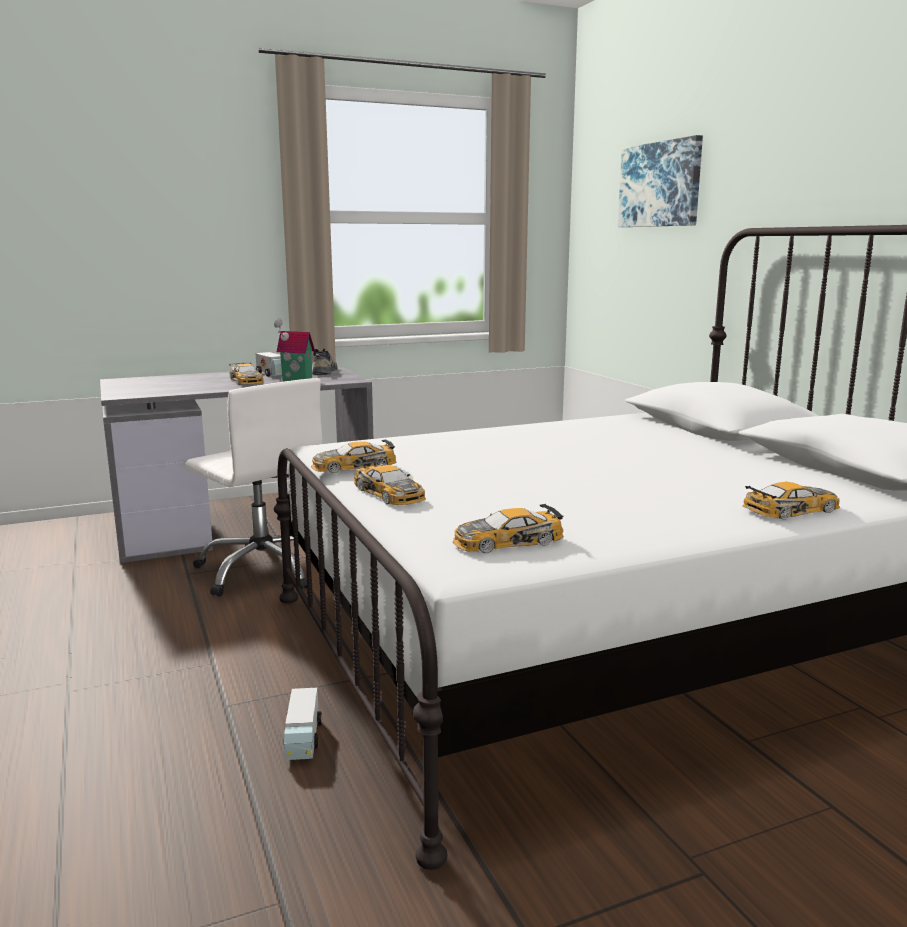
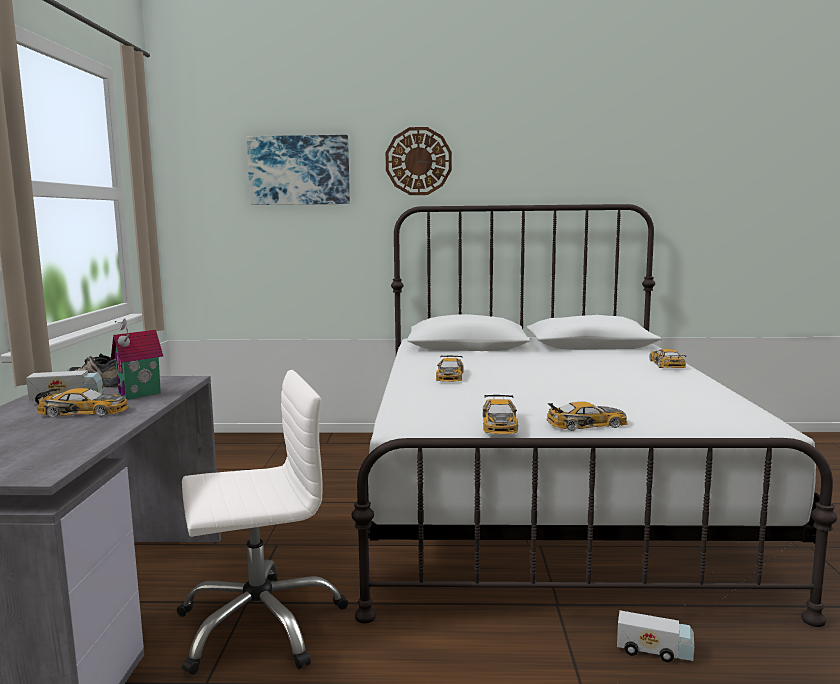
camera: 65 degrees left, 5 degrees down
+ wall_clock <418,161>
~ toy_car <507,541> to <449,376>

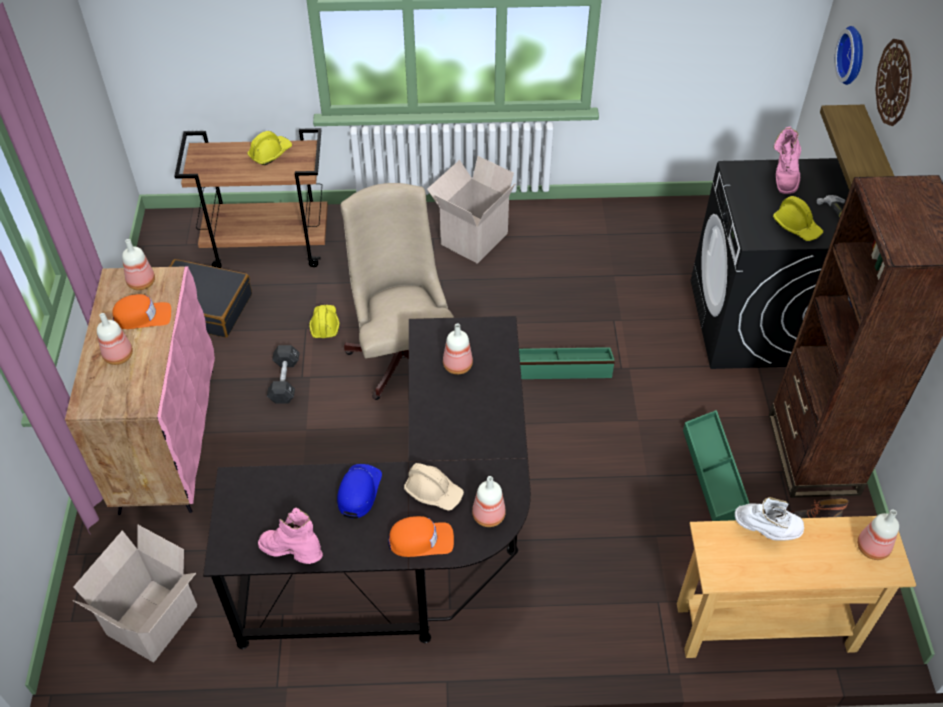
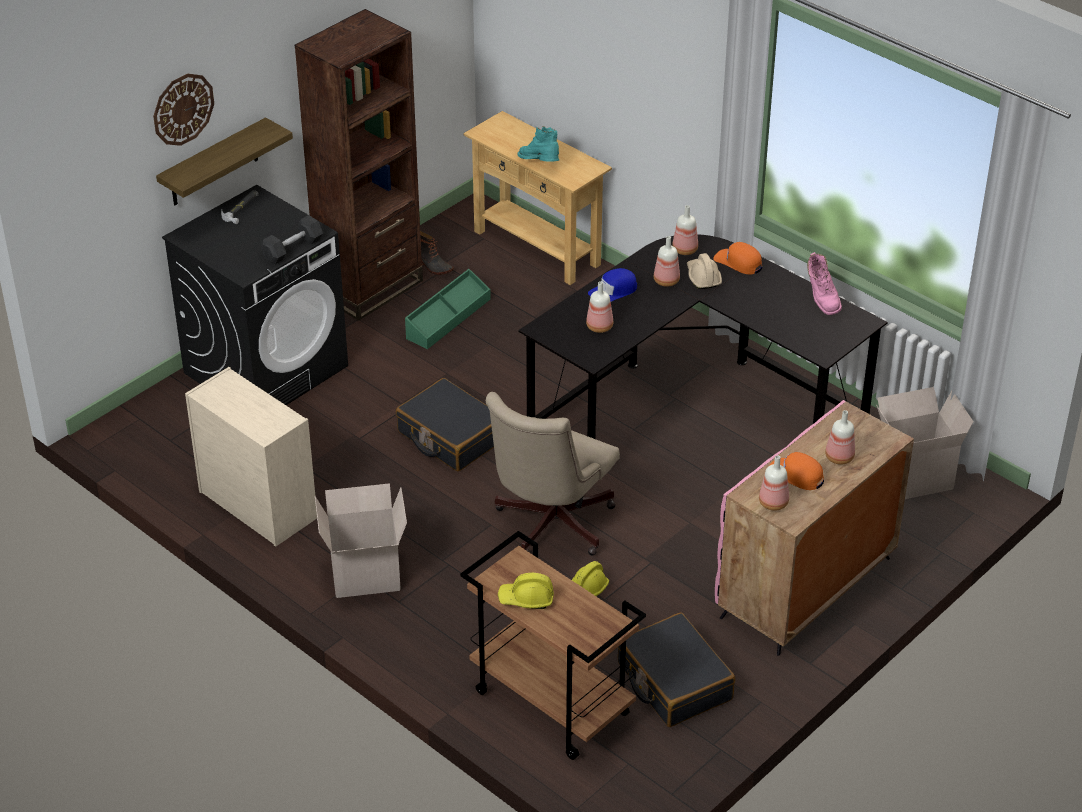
camera: 135 degrees left, 10 degrees down
+ beige_dresser <256,504>
~ black_dumbbell <285,381> to <292,249>
~ green_storage_box <558,368> to black_suitcase <450,436>
~ white_boot <766,531> to turquoise_boot <540,165>
~ blue_cap <359,491> to <613,291>
~ bottle <871,547> to <667,281>
- yellow_hard_hat <796,227>
- pink_boot <784,176>
- wall_clock <854,55>

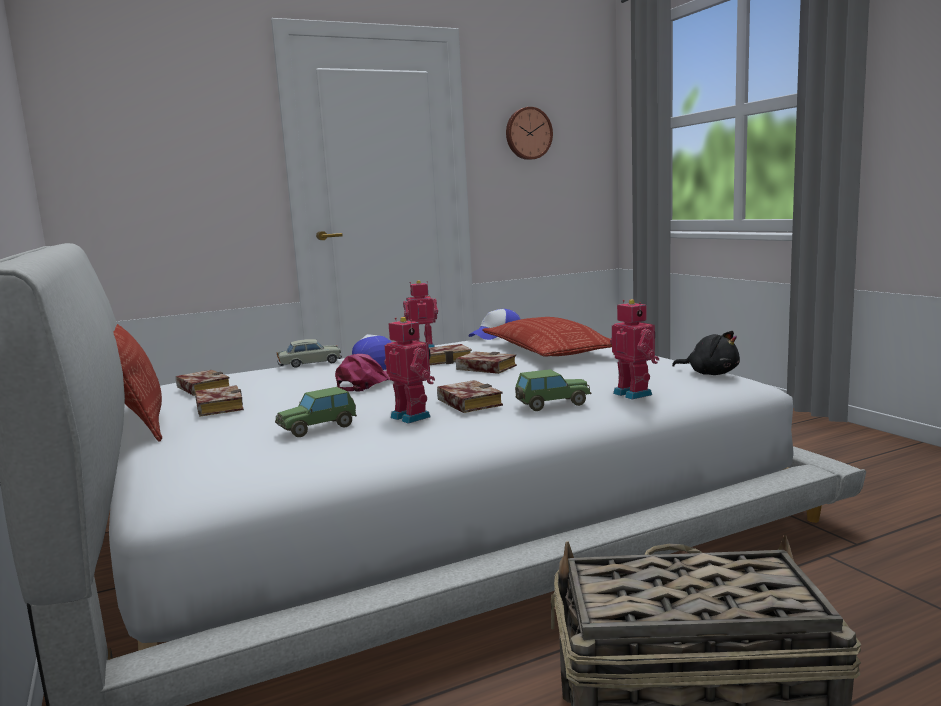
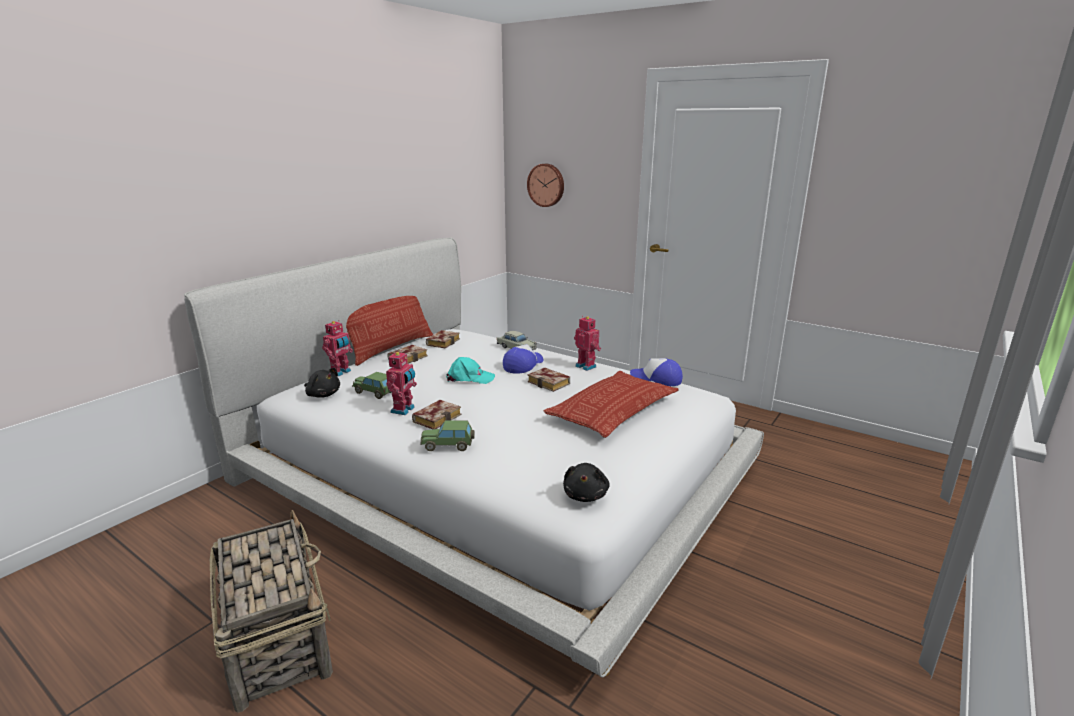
camera: 60 degrees right, 10 degrees up
+ black_plush_toy <323,394>
~ toy_robot <634,393> to <341,372>
~ toy_car <551,404> = <448,445> 135 degrees clockwise
~ pink_cap <366,384> to turquoise_cap <469,378>
~ wall_clock <528,133> to <546,185>
- book <483,368>

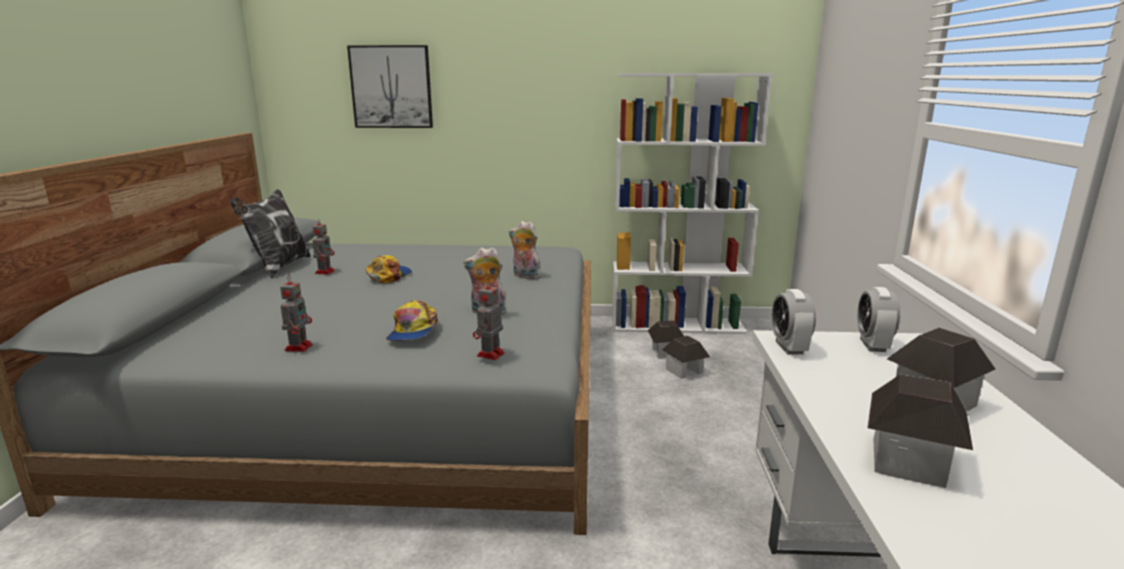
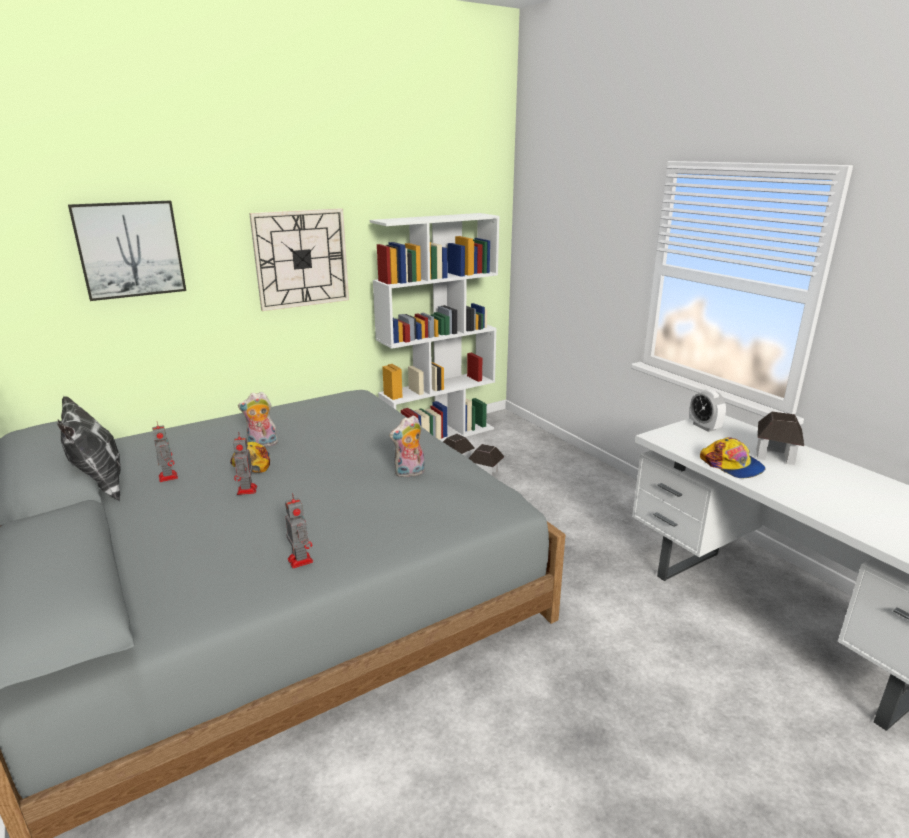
camera: 35 degrees left, 5 degrees up
~ toy_robot <490,355> to <247,491>
~ plush_toy <525,276> to <262,444>
+ wall_clock <301,259>
~ cap <413,331> to <732,465>
- alarm_clock <789,347>
- toy_house <909,462>

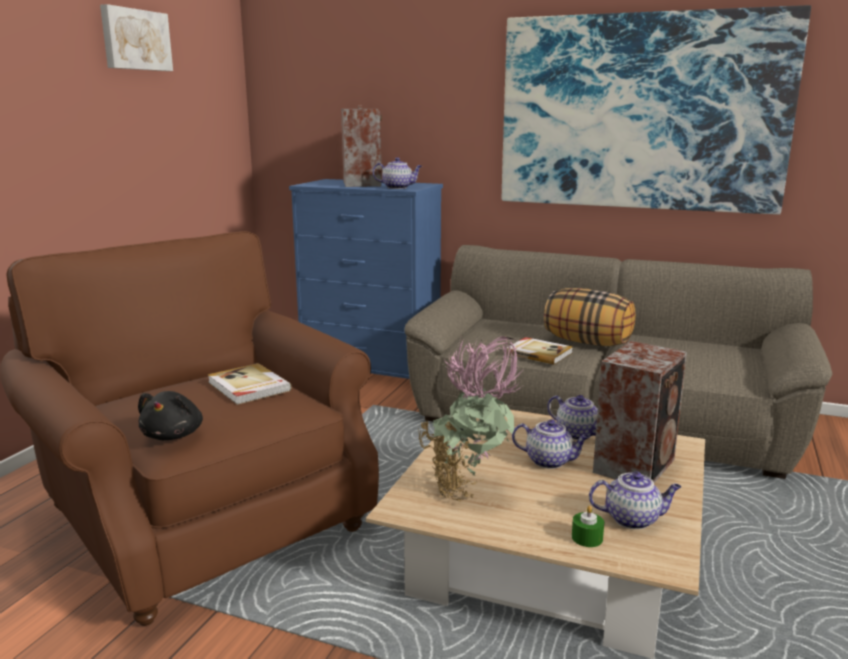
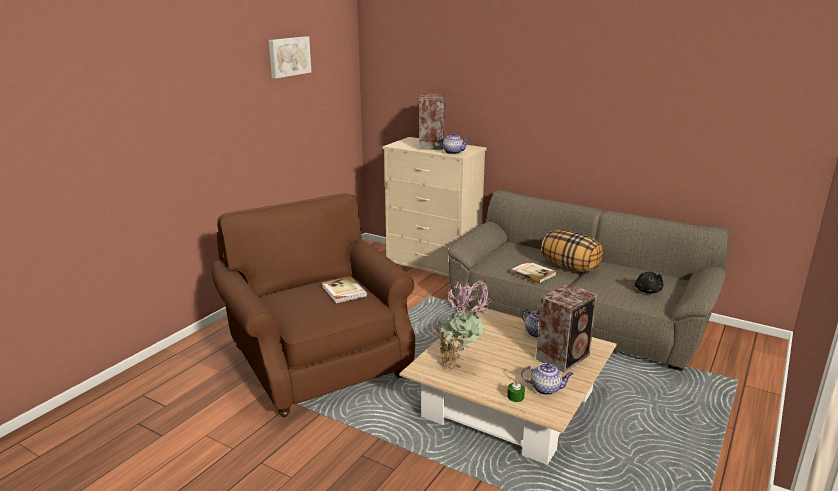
camera: 10 degrees right, 5 degrees up
~ blue_dresser <372,369> to beige_dresser <433,267>
~ black_plush_toy <174,435> to <648,291>
- picture <641,113>
- teapot <550,461>

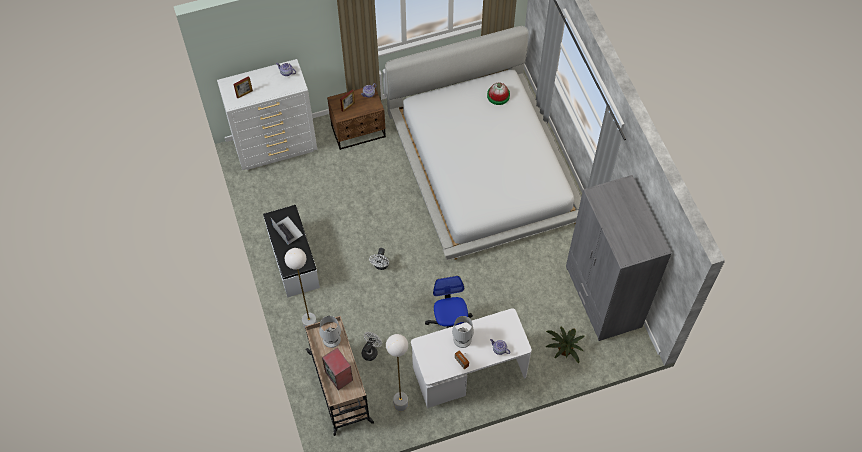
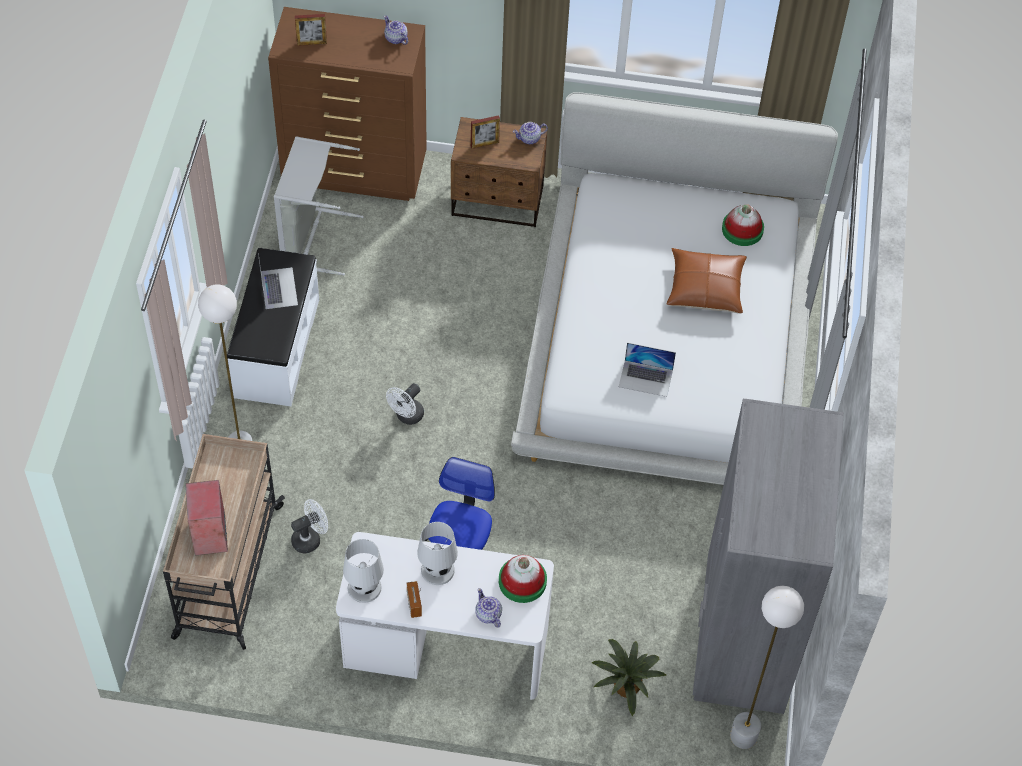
camera: 25 degrees right, 5 degrees down
~ white_dresser <276,148> to brown_dresser <355,172>
+ grey_laundry_basket <312,239>
~ white_table_lamp <331,339> to <364,587>
+ hat <522,581>
+ laptop <646,378>
+ brown_pillow <705,288>
~ white_floor_lamp <400,404> to <743,736>

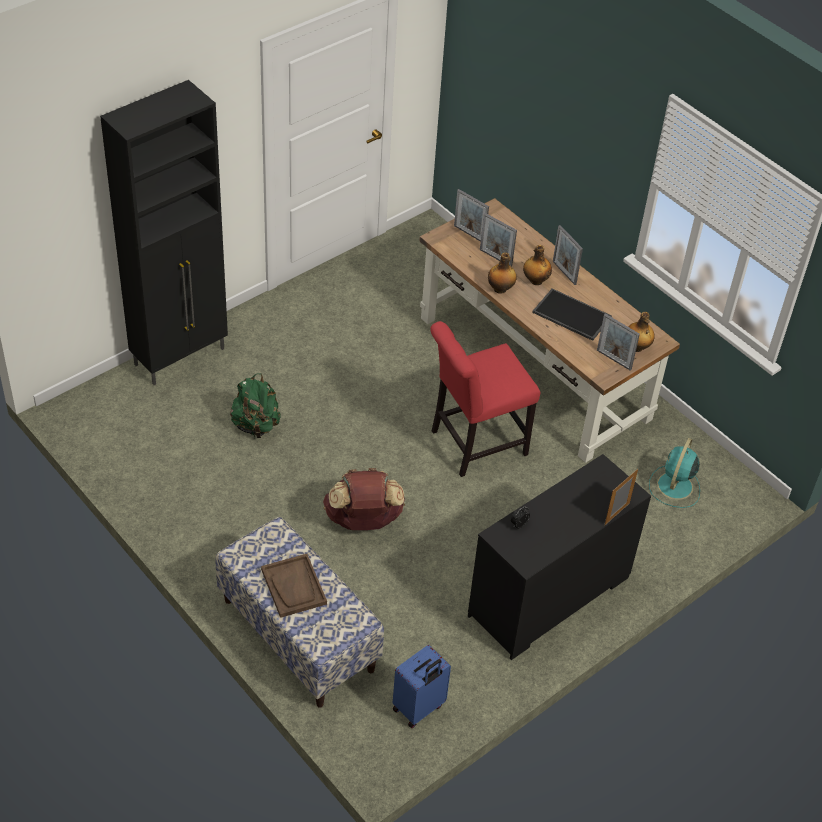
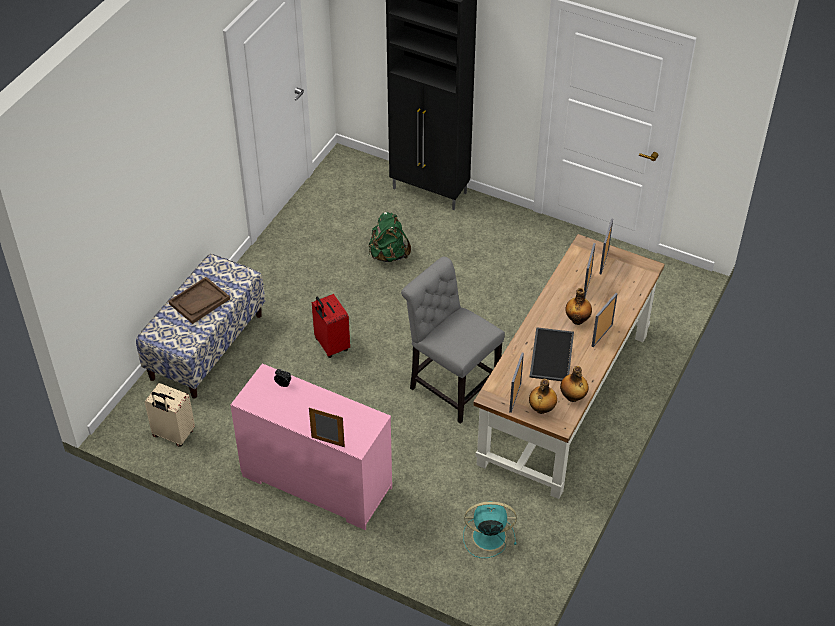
camera: 70 degrees right, 0 degrees up
~ blue_suitcase <419,708> to beige_suitcase <173,435>
~ black_dresser <549,598> to pink_dresser <316,482>
~ brown_backpack <363,521> to red_suitcase <331,345>
~ red_chair <474,444> to grey_chair <450,385>
~ bottle <500,289> to <572,397>

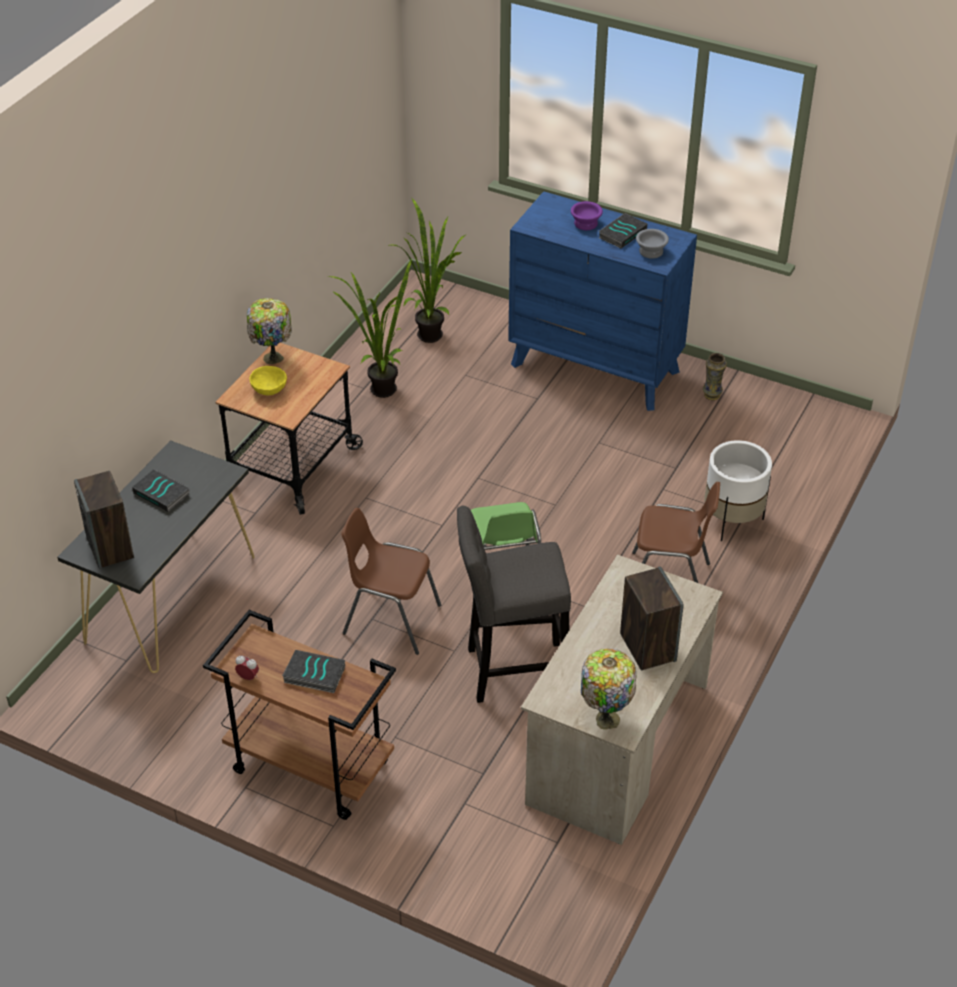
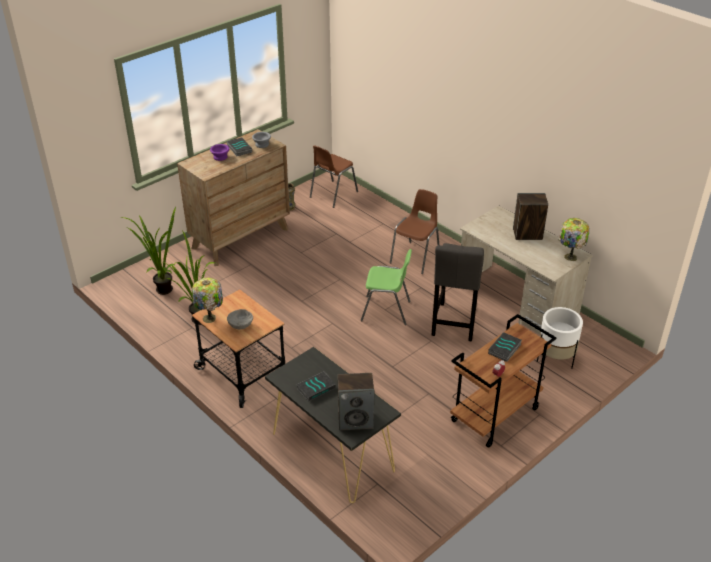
camera: 70 degrees left, 5 degrees down
~ blue_dresser <595,368> to brown_dresser <240,238>
~ yellow_bowl <270,390> to grey_bowl <241,325>
~ brown_chair <391,619> to <333,194>
~ white_planter <732,520> to <555,358>

